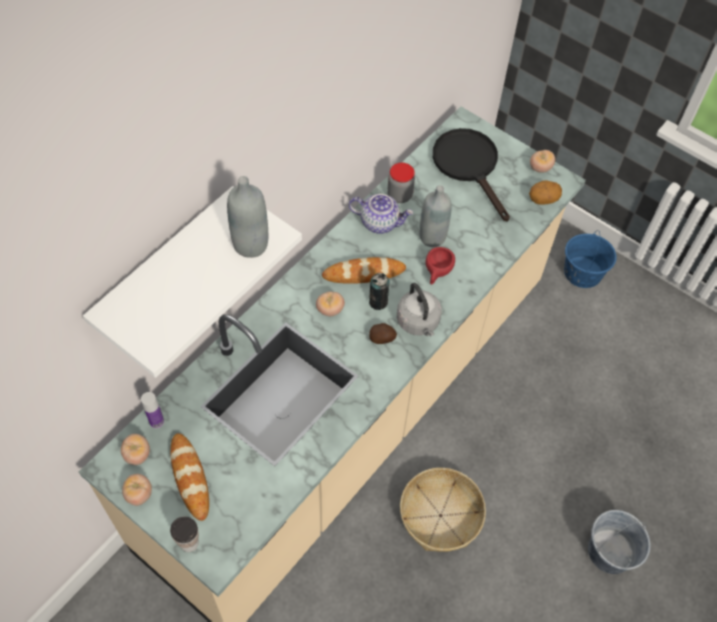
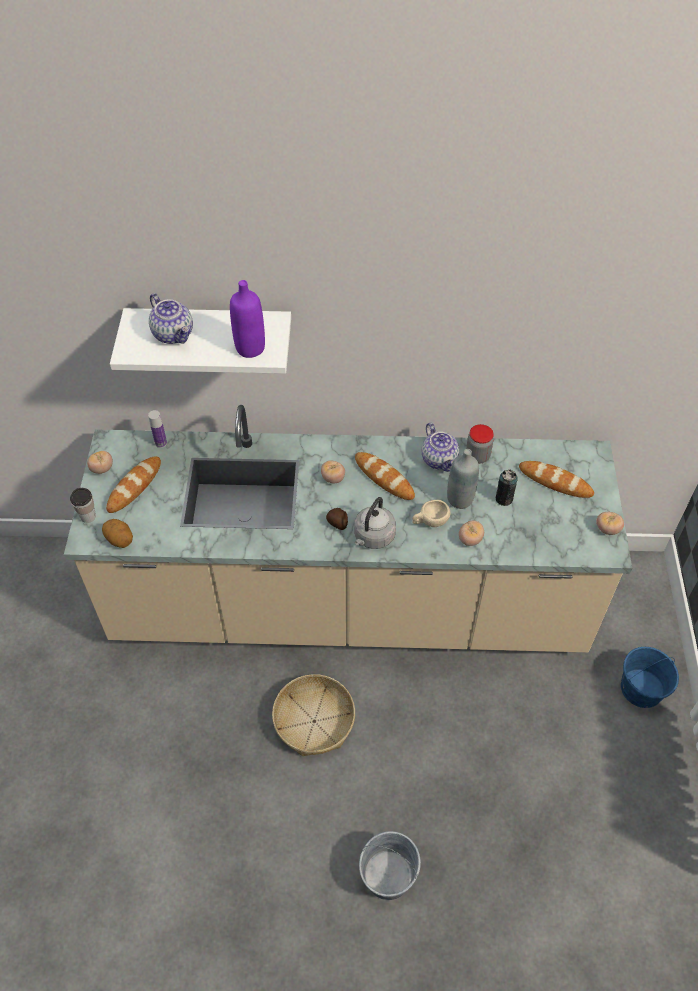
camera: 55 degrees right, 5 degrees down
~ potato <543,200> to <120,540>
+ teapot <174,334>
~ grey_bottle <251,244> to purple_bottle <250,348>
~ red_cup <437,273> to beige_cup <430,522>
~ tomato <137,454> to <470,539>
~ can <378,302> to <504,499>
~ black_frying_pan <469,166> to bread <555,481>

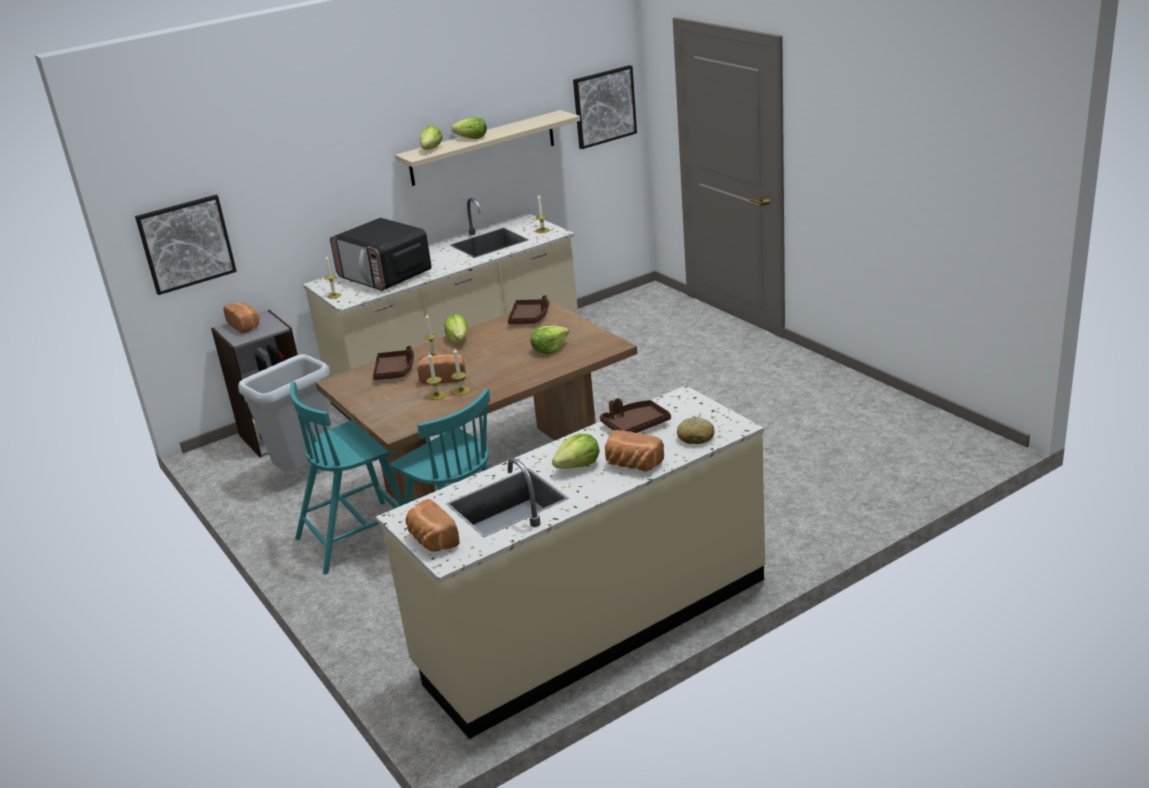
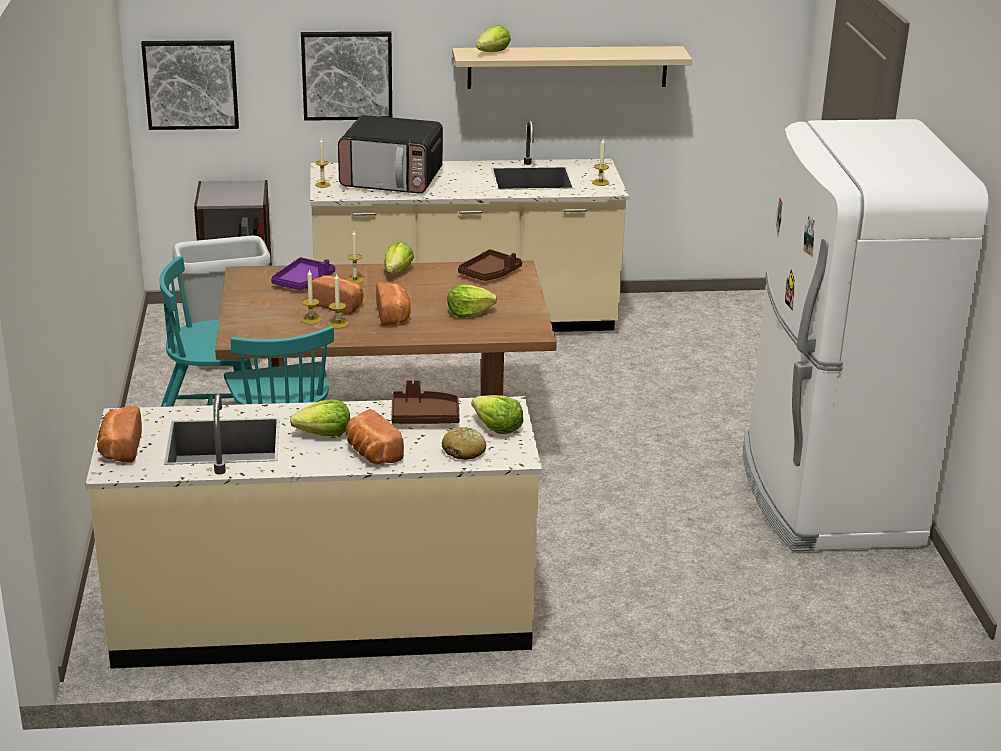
camera: 25 degrees right, 0 degrees up
~ brown_tray <395,371> to purple_tray <304,282>
~ picture <604,106> to <347,75>
~ microwave <385,275> = <392,180> 60 degrees counterclockwise
~ bread <245,326> to <394,316>
~ lettuce <471,138> to <497,427>
+ white_fridge <827,495>

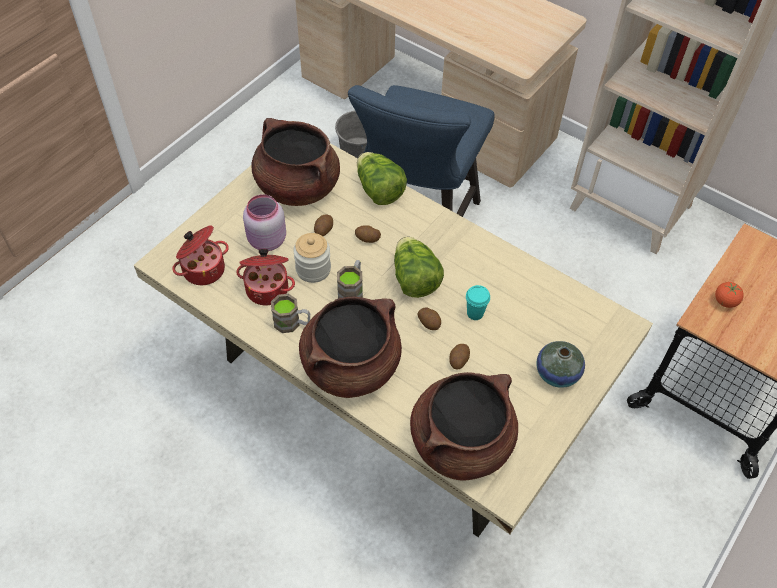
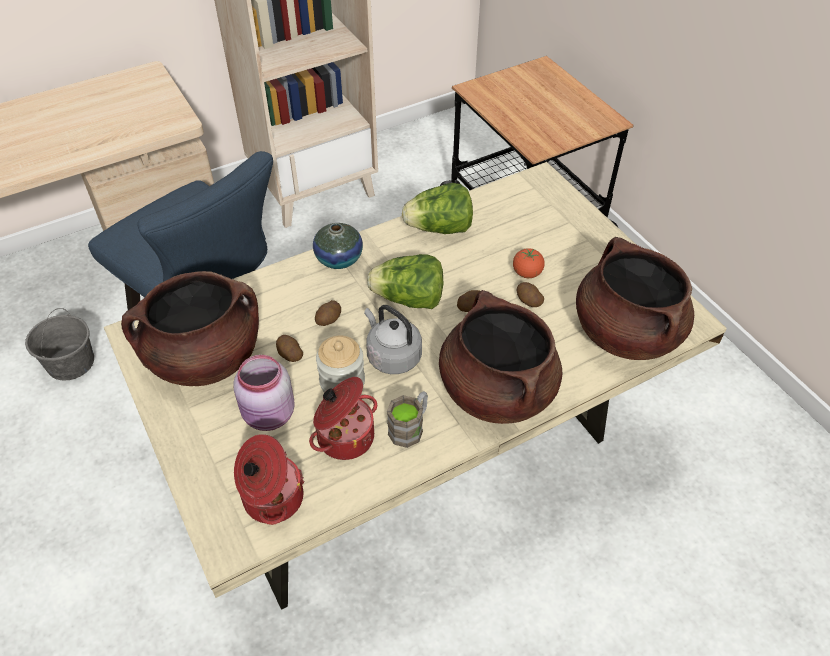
camera: 65 degrees left, 5 degrees down
~ vase <557,373> to <339,259>
~ brown_mug <352,289> to grey_kettle <392,356>
~ lettuce <379,191> to <439,228>
~ tomato <725,301> to <527,273>
- turquoise_cup <475,313>

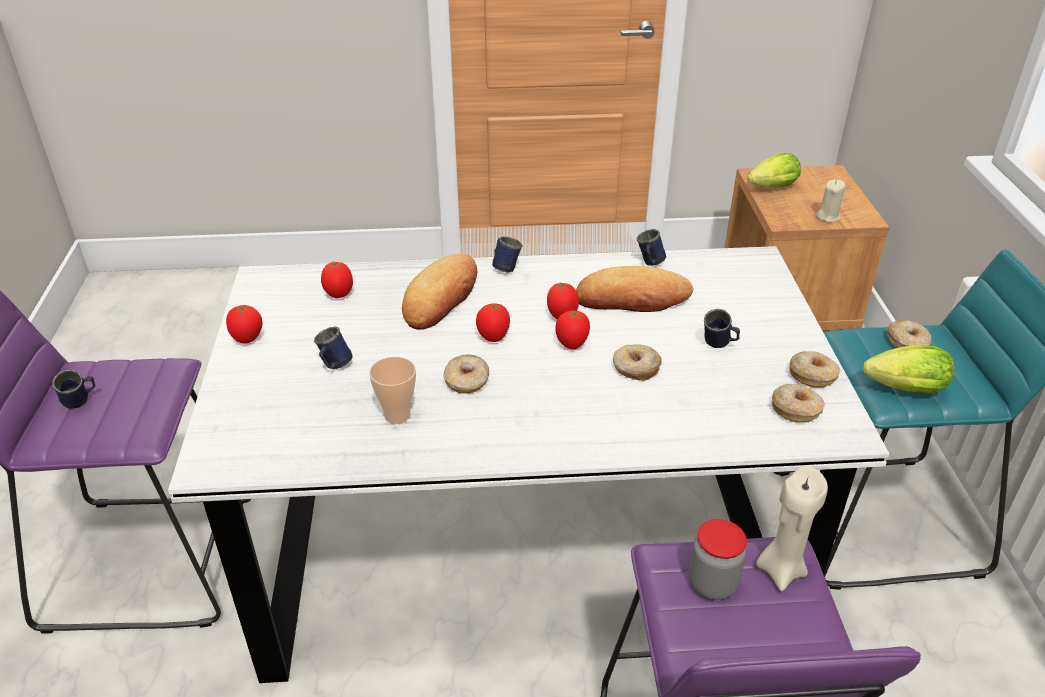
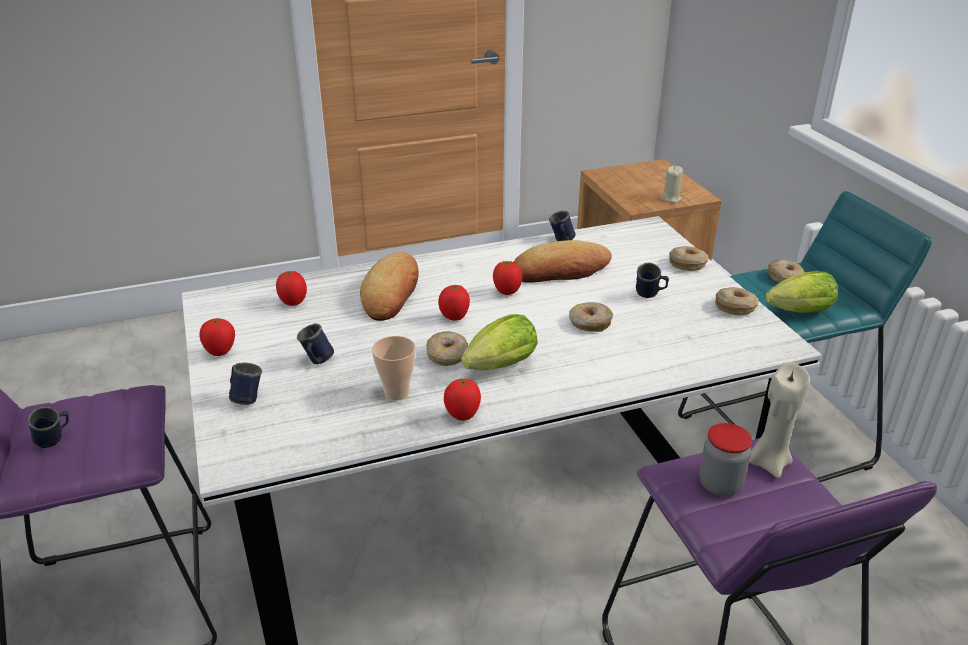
camera: 15 degrees left, 5 degrees down
~ blue_mug <505,267> to <245,397>
~ tomato <572,345> to <463,416>
~ lettuce <770,188> to <497,368>
~ donut <796,409> to <687,264>

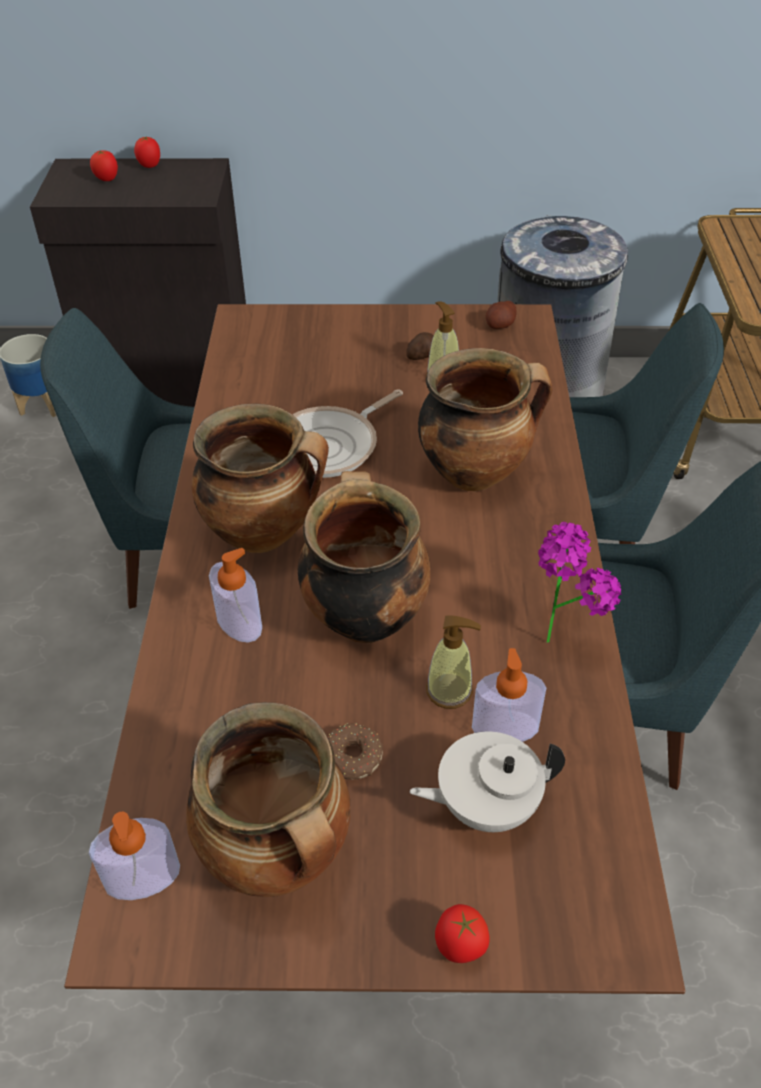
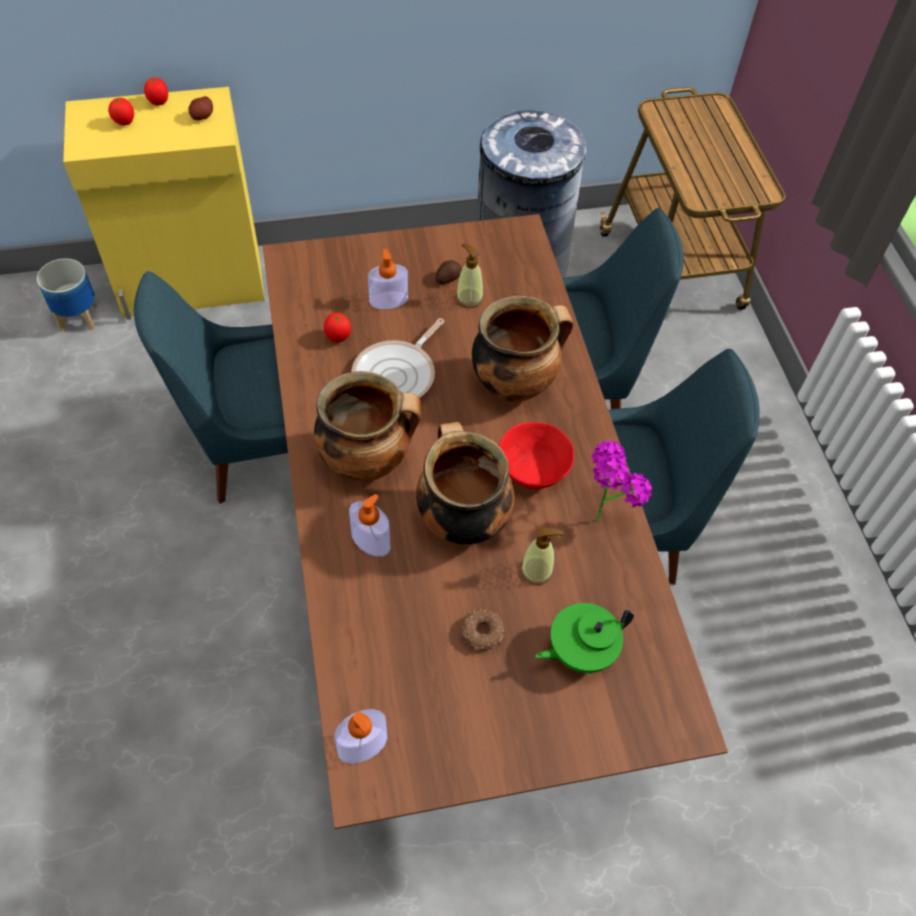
camera: 15 degrees left, 10 degrees up
~ black_cabinet <173,385> to yellow_cabinet <193,283>
~ potato <500,325> to <202,116>
~ tomato <460,947> to <338,338>
~ soap_dispenser <505,727> to <388,300>
+ red_bowl <533,471>
~ white_teapot <485,804> to green_teapot <580,651>
- cooking_pot <279,855>

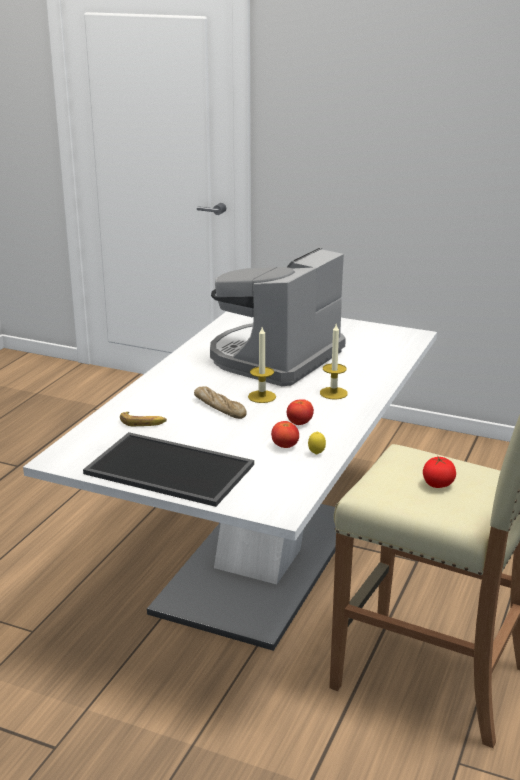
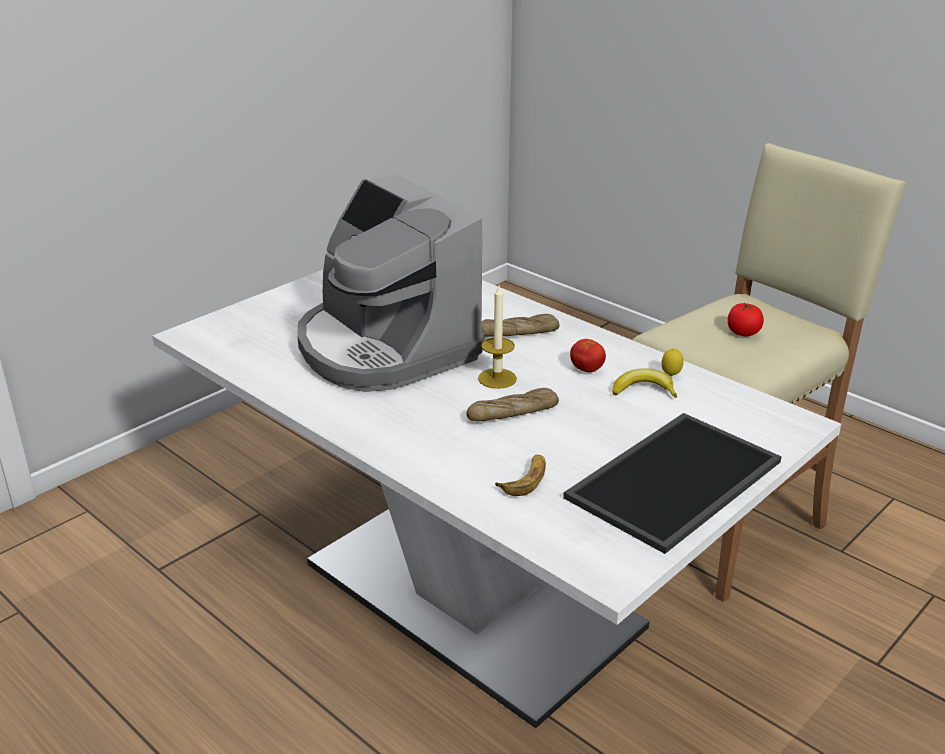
camera: 70 degrees left, 5 degrees up
~ candle <333,393> to bread <517,333>
~ tomato <285,446> to banana <643,390>

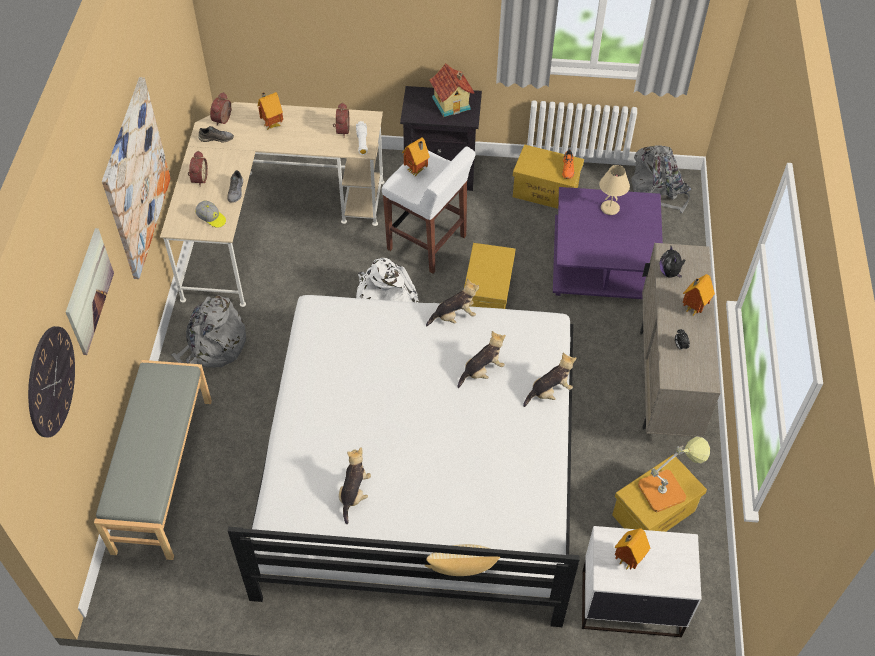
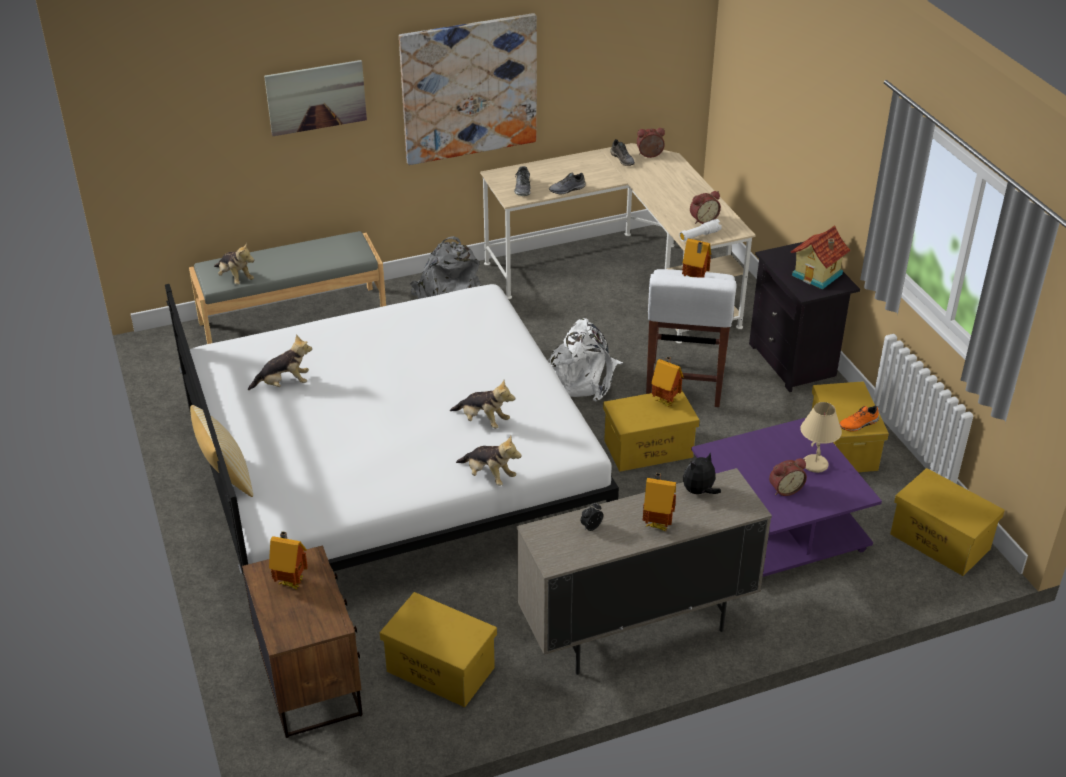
camera: 65 degrees right, 15 degrees down
~ plush_toy <454,316> to <235,278>
~ white_nightstand <630,602> to brown_nightstand <311,680>
~ cap <211,218> to shoe <523,188>
~ toy_house <271,125> to <666,401>
~ alarm_clock <198,179> to <784,489>
~ grey_backpack <657,191> to yellow_storage_box <939,541>
- wall_clock <51,381>
- table_lamp <667,489>

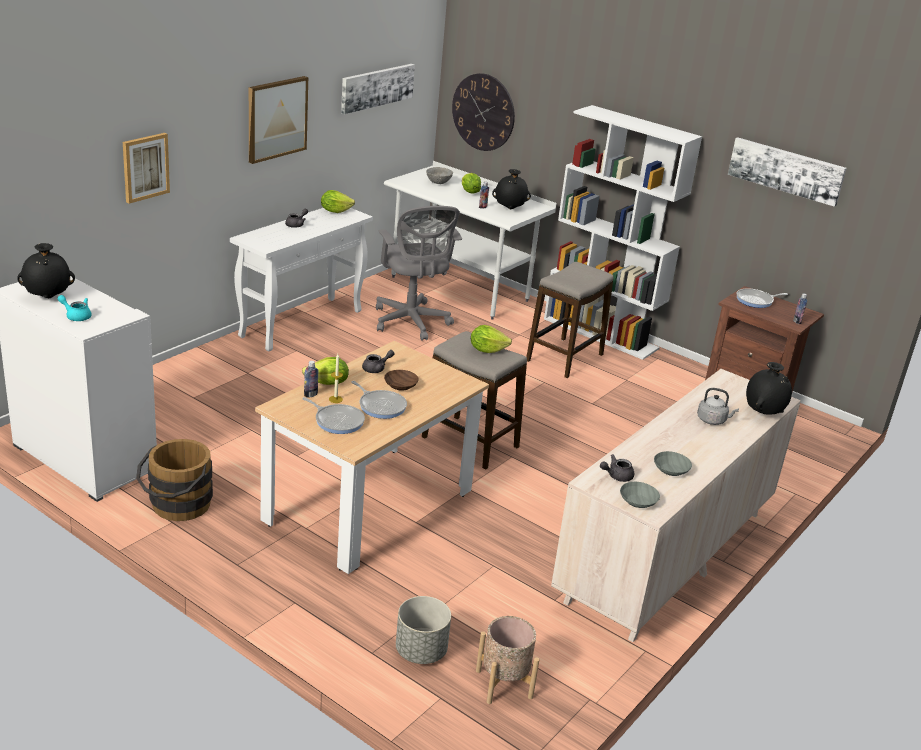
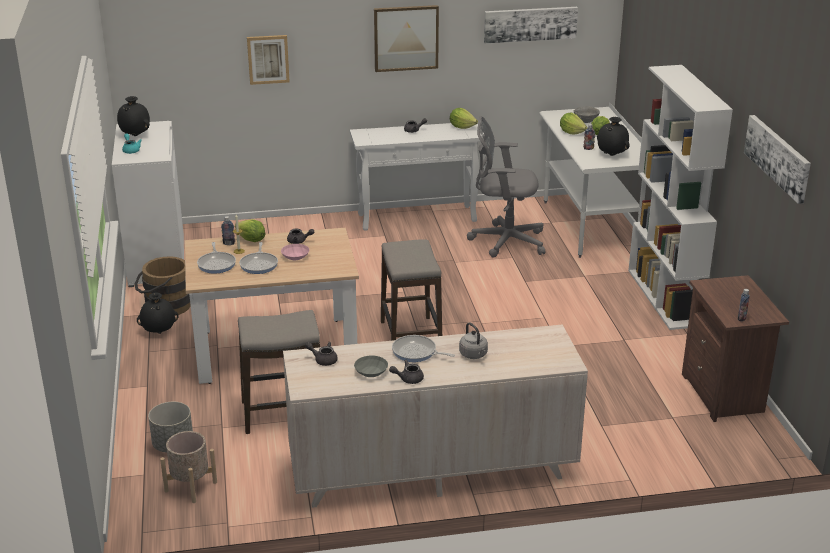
camera: 45 degrees right, 0 degrees up
~ black_vase <763,413> to <159,332>
~ stool <565,358> to <284,413>
~ brown_bowl <401,386> to pink_bowl <295,257>
+ grey_teapot <408,379>
~ frying_pan <756,301> to <416,352>
~ grey_office_chair <411,323> = <504,241> 75 degrees clockwise
~ lettuce <487,350> to <572,132>
- wall_clock <483,112>
- grey_bowl <638,502>

